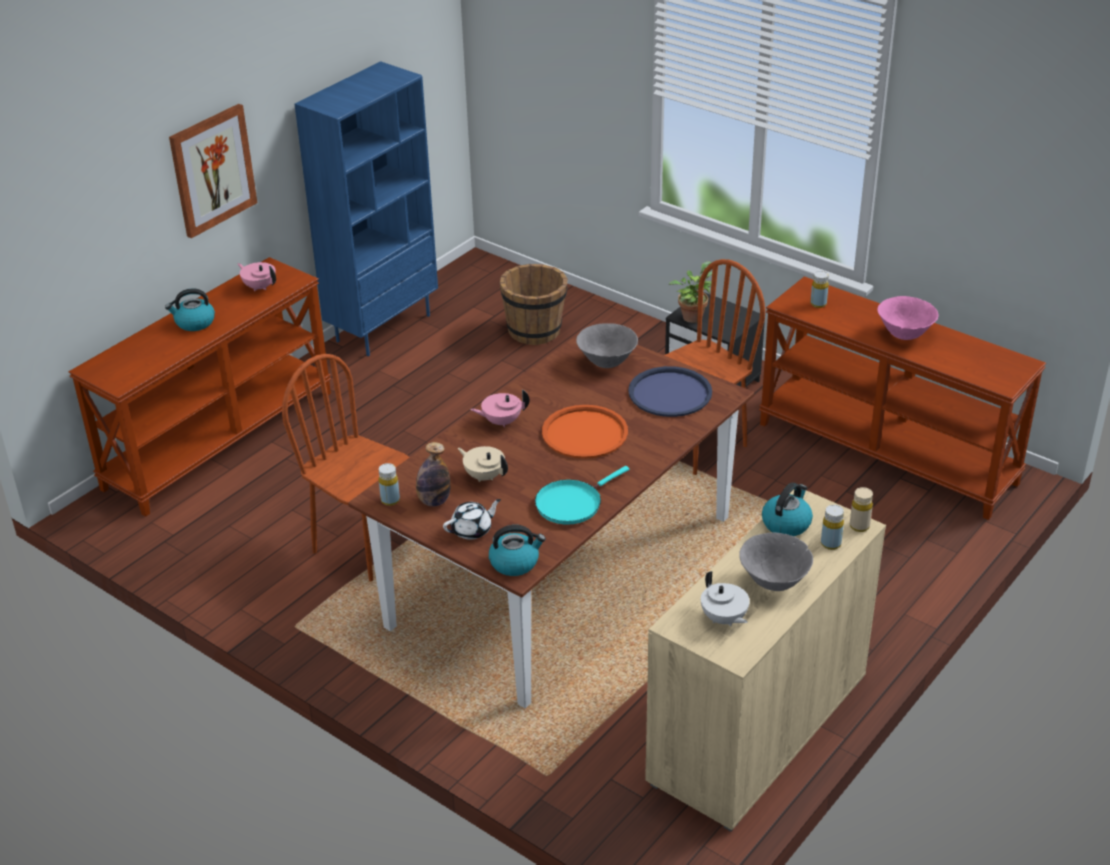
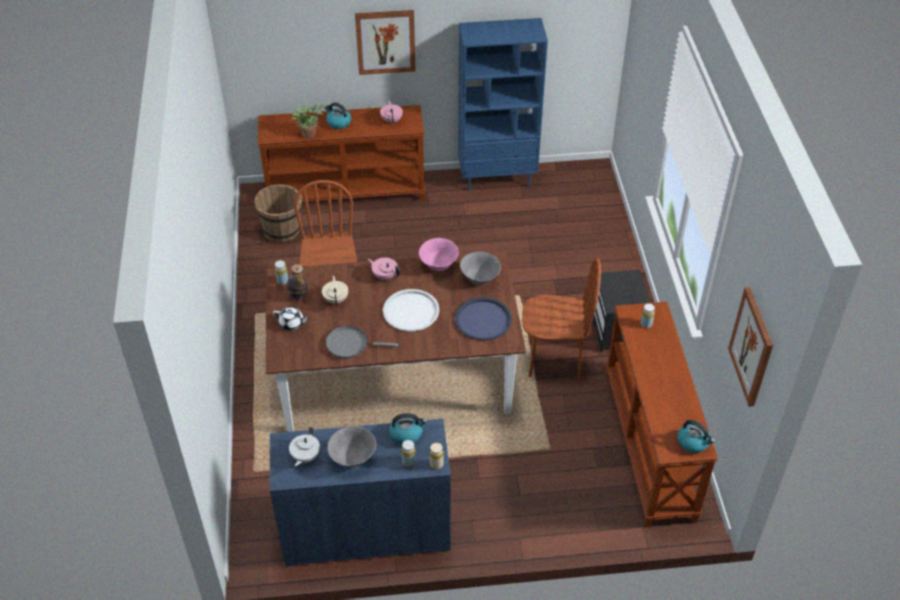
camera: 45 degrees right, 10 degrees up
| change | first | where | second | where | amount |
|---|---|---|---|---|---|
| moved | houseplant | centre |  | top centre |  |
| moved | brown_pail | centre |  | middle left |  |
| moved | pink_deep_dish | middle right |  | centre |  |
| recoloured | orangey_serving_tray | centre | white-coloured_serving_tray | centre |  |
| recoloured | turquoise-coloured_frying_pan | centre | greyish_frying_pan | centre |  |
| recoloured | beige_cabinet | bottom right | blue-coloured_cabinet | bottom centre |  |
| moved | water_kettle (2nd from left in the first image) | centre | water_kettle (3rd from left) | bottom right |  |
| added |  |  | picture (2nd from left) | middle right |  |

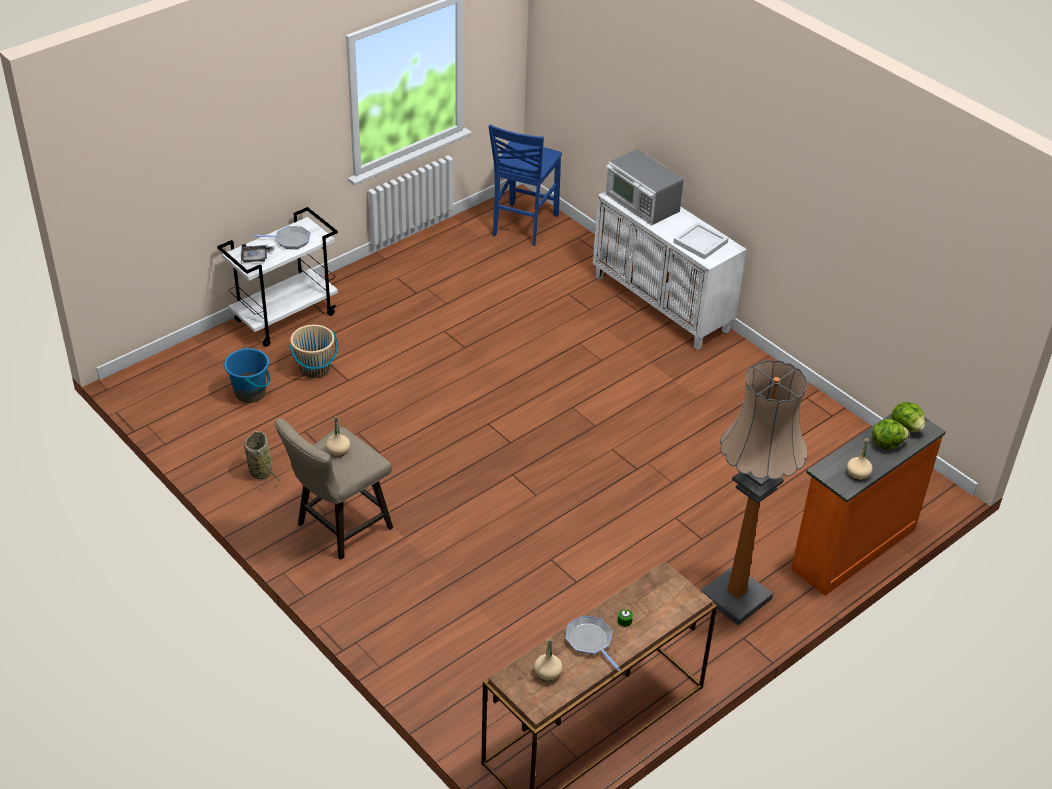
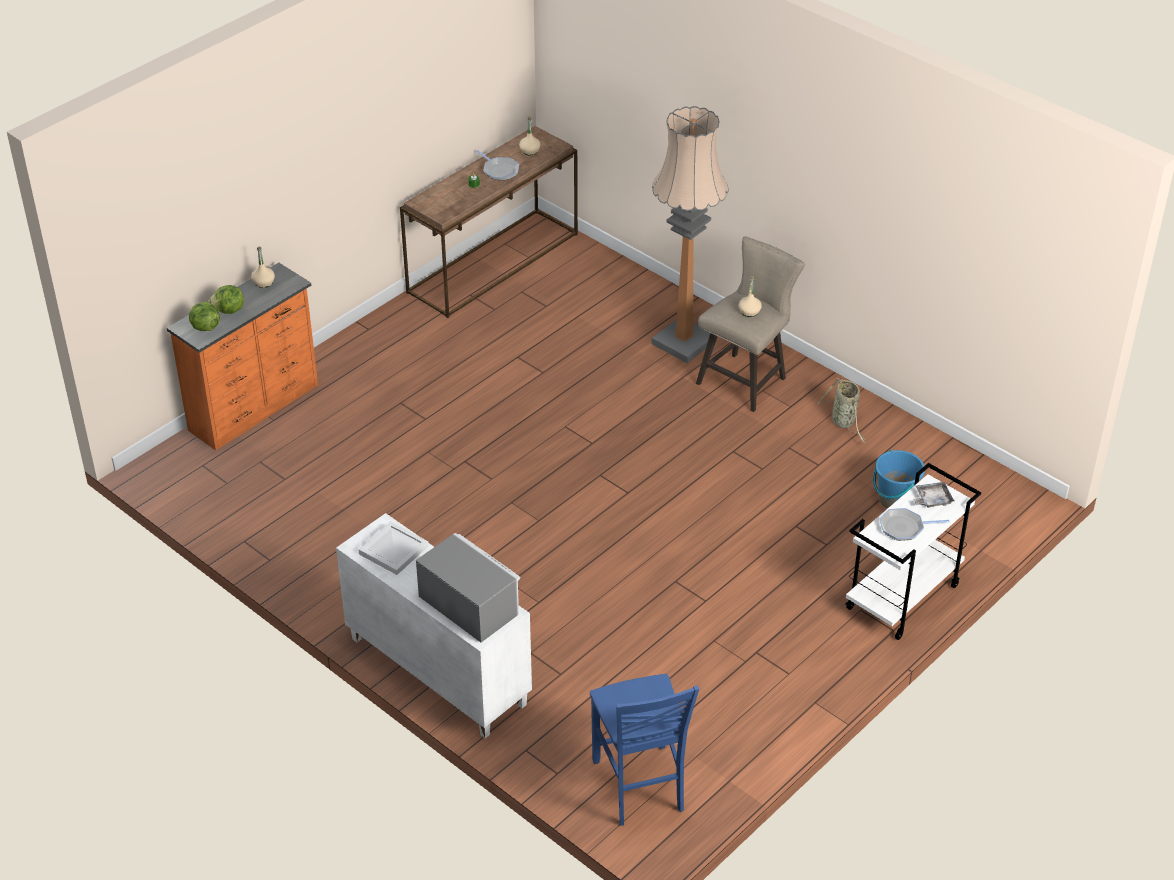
camera: 175 degrees right, 0 degrees up
| change | first | where | second | where | amount |
|---|---|---|---|---|---|
| turned | blue-coloured_upright_chair | top centre |  | bottom centre | 150 degrees clockwise |
| removed | beige_pail | middle left |  |  |  |
| moved | standing_lamp | middle right |  | top centre |  |

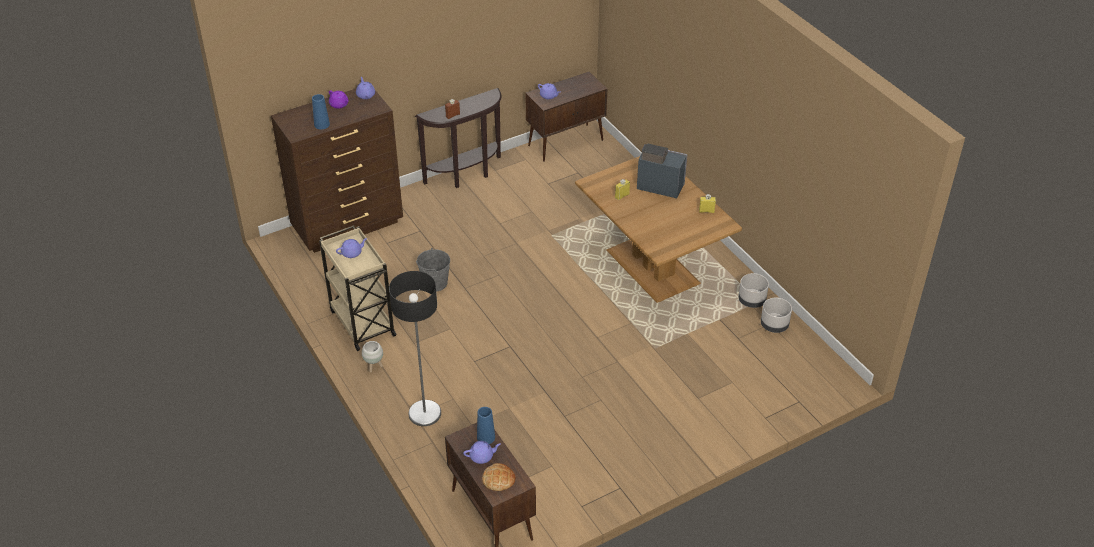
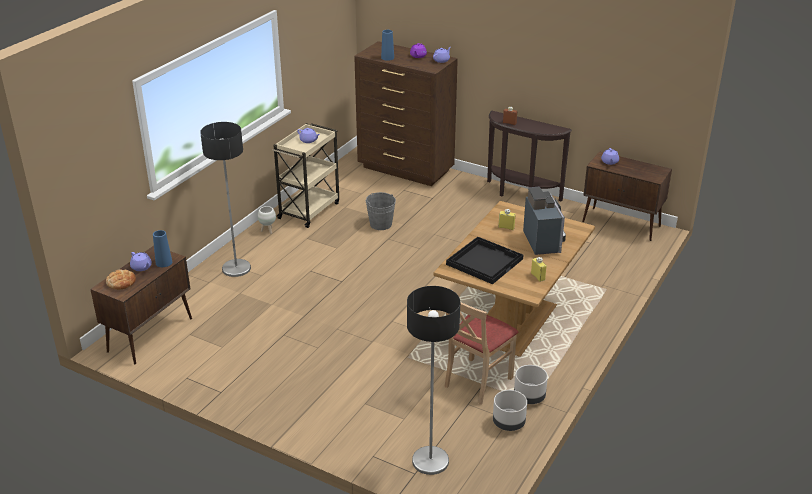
camera: 60 degrees right, 10 degrees down
| change | first | where | second | where | amount |
|---|---|---|---|---|---|
| added |  |  | black-coloured_serving_tray | centre |  |
| added |  |  | standing_lamp (2nd from left) | bottom centre |  |
| added |  |  | beige_upright_chair | bottom centre |  |

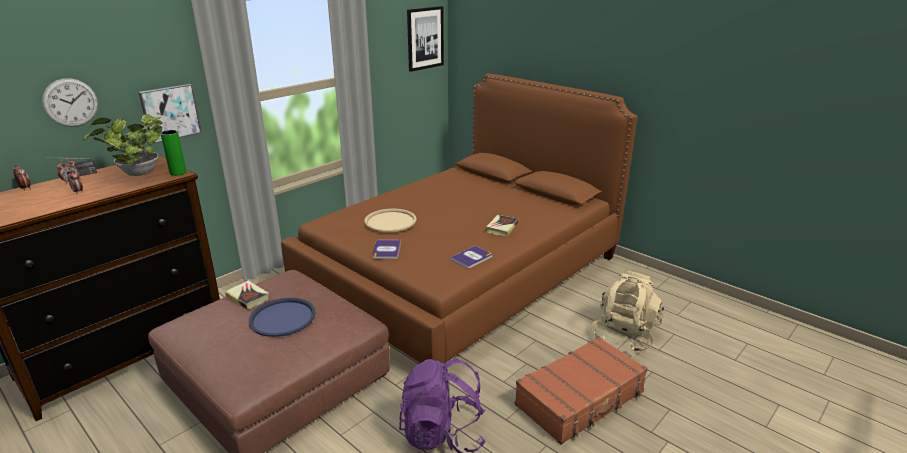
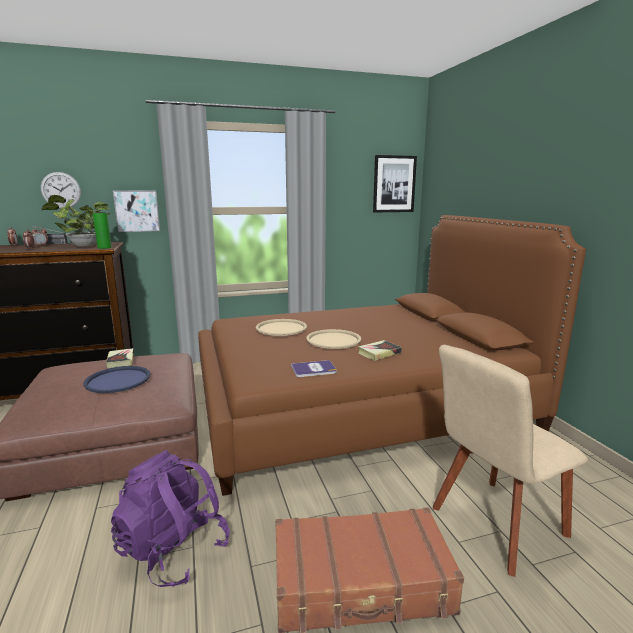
camera: 30 degrees right, 10 degrees down
| change | first | where | second | where | amount |
|---|---|---|---|---|---|
| removed | bound_book (2nd from left) | centre |  |  |  |
| replaced | beige_knapsack | bottom right | beige_upright_chair | bottom right |  |
| added |  |  | beige_serving_tray (2nd from left) | centre |  |

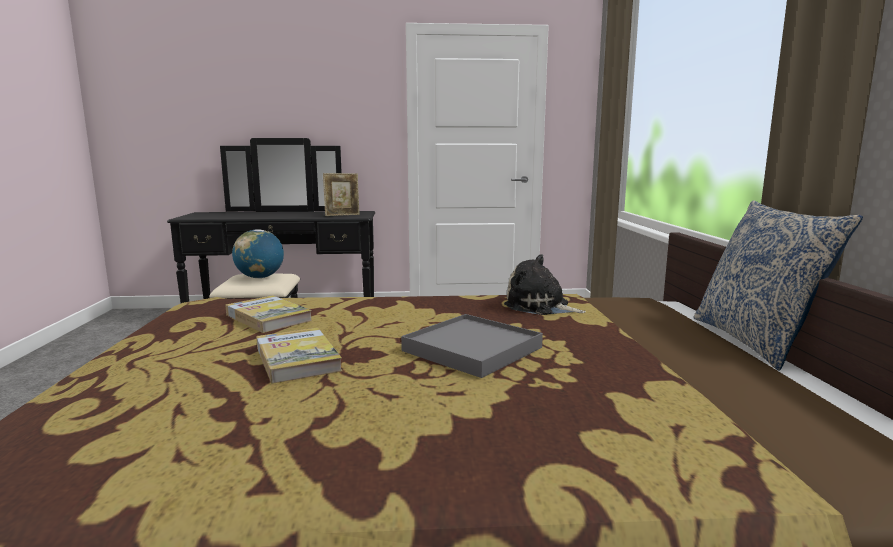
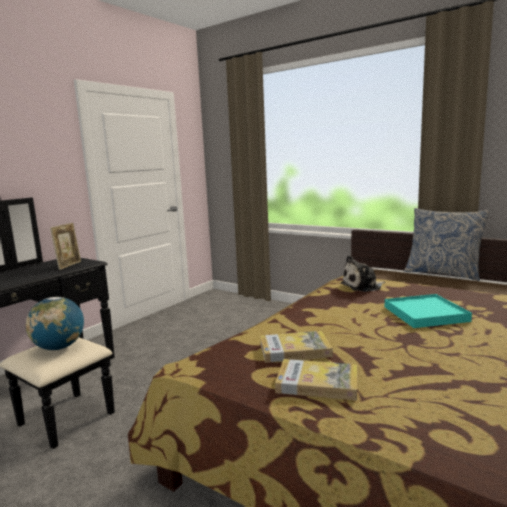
camera: 50 degrees left, 0 degrees up
| change | first | where | second | where | amount |
|---|---|---|---|---|---|
| recoloured | greyish_serving_tray | centre | turquoise-coloured_serving_tray | middle right |  |
| moved | bound_book (2nd from left) | centre |  | bottom centre |  |

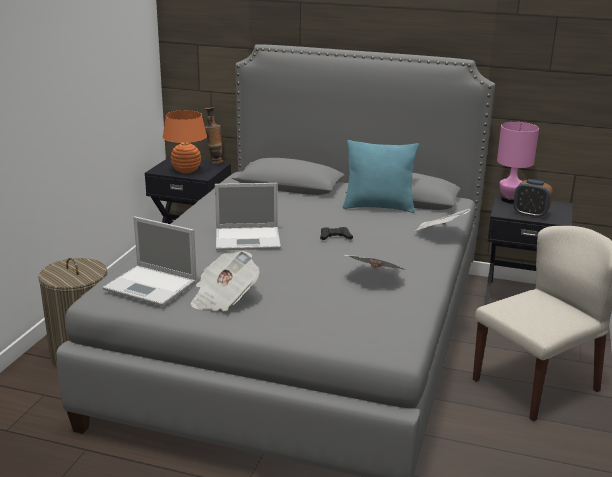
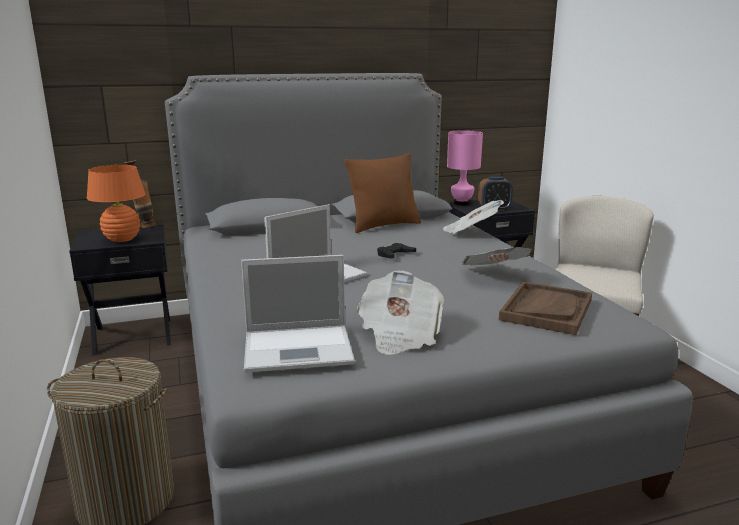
camera: 35 degrees left, 5 degrees down
| change | first | where | second | where | amount |
|---|---|---|---|---|---|
| recoloured | turquoise-coloured_pillow | centre | brown_pillow | centre |  |
| added |  |  | brown_serving_tray | middle right |  |

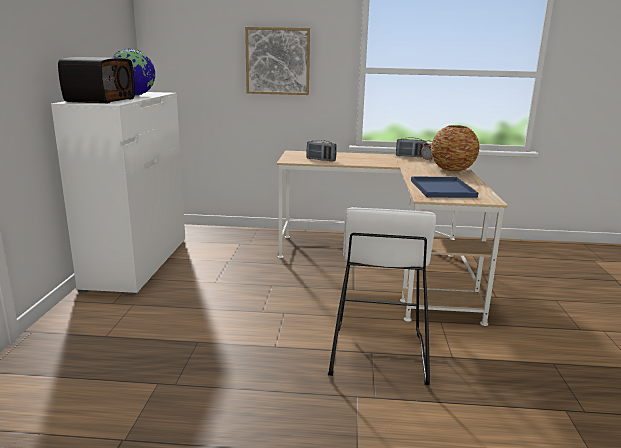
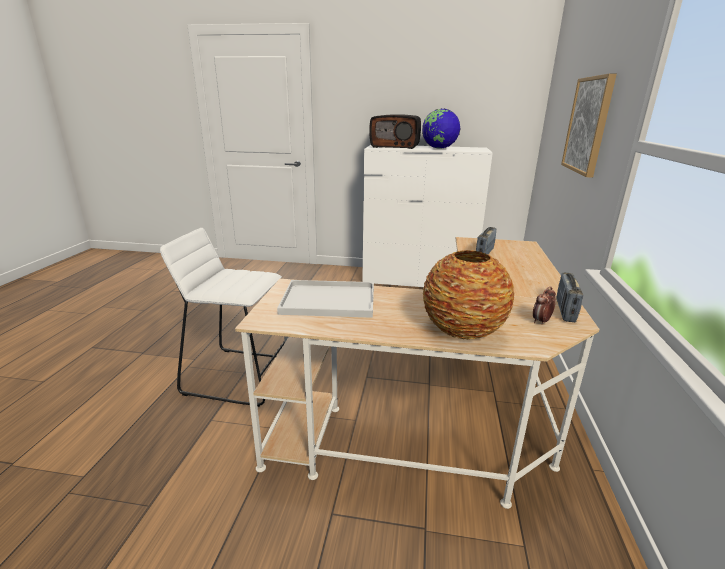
camera: 95 degrees right, 5 degrees up
| change | first | where | second | where | amount |
|---|---|---|---|---|---|
| recoloured | blue-coloured_serving_tray | middle right | white-coloured_serving_tray | centre |  |

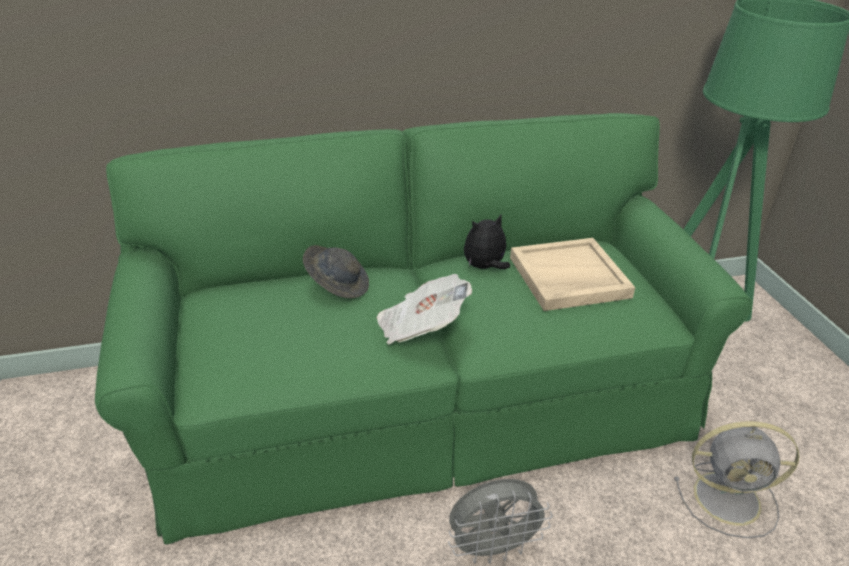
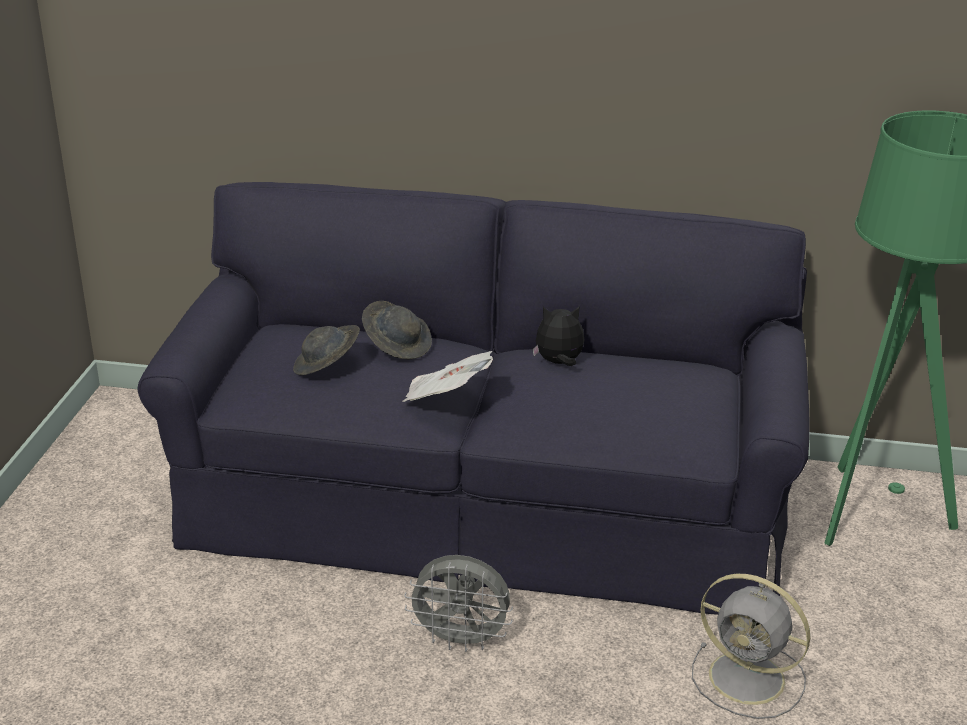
camera: 25 degrees right, 5 degrees down
| change | first | where | second | where | amount |
|---|---|---|---|---|---|
| recoloured | greenish_sofa | centre | black-coloured_sofa | centre |  |
| removed | beige_serving_tray | middle right |  |  |  |
| added |  |  | greyish_clothing_hat (1st from left) | centre |  |

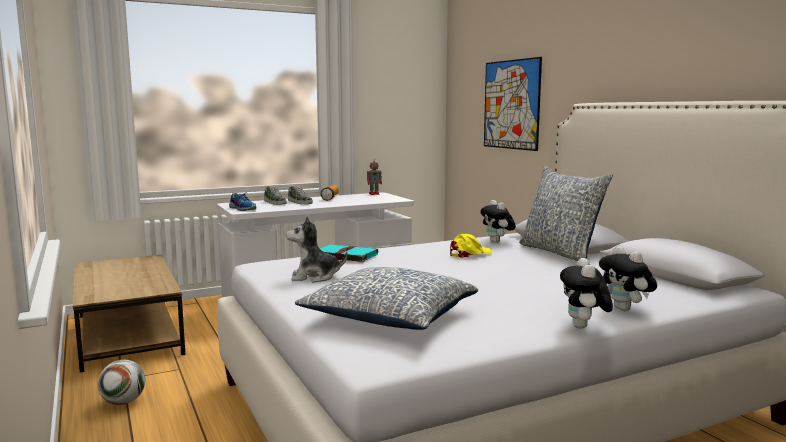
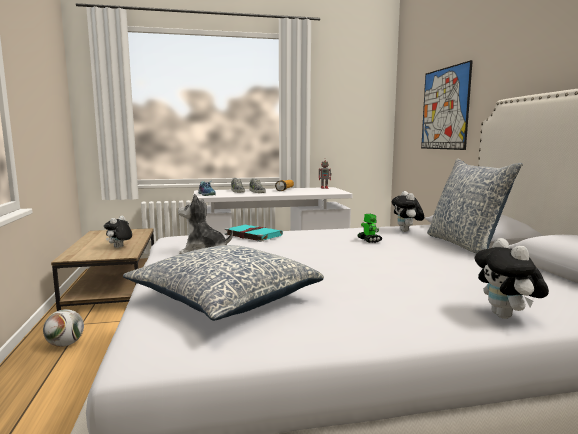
camera: 15 degrees right, 0 degrees up
| change | first | where | second | where | amount |
|---|---|---|---|---|---|
| replaced | yellow_baseball_cap | centre | model_robot (2nd from left) | centre |  |
| moved | cuddly_toy (3rd from left in the first image) | middle right | cuddly_toy (1st from left) | middle left |  |

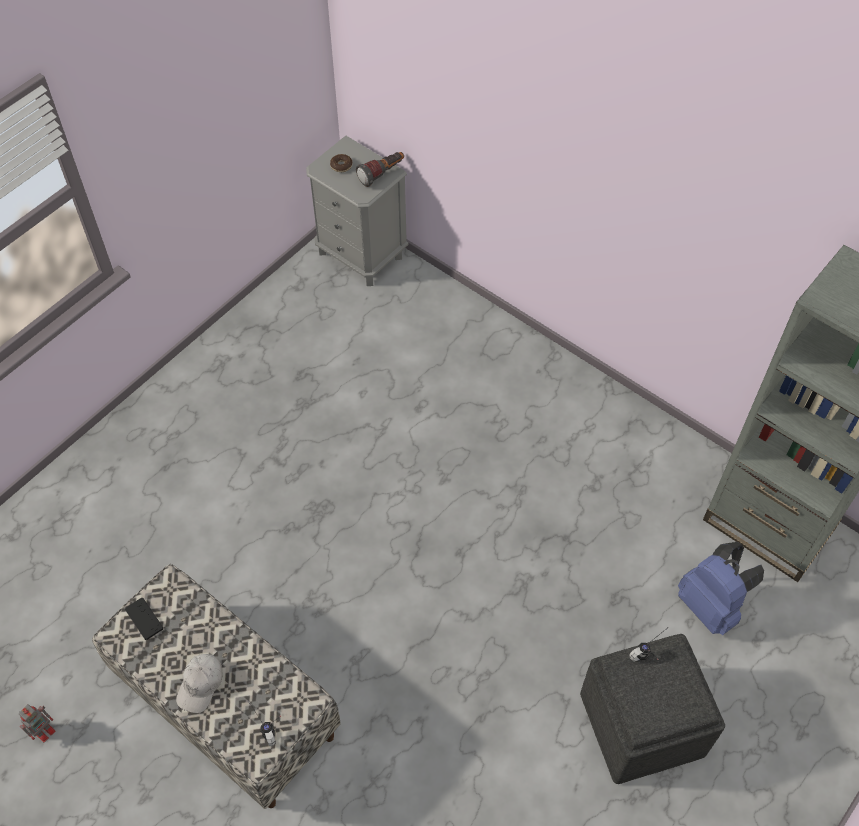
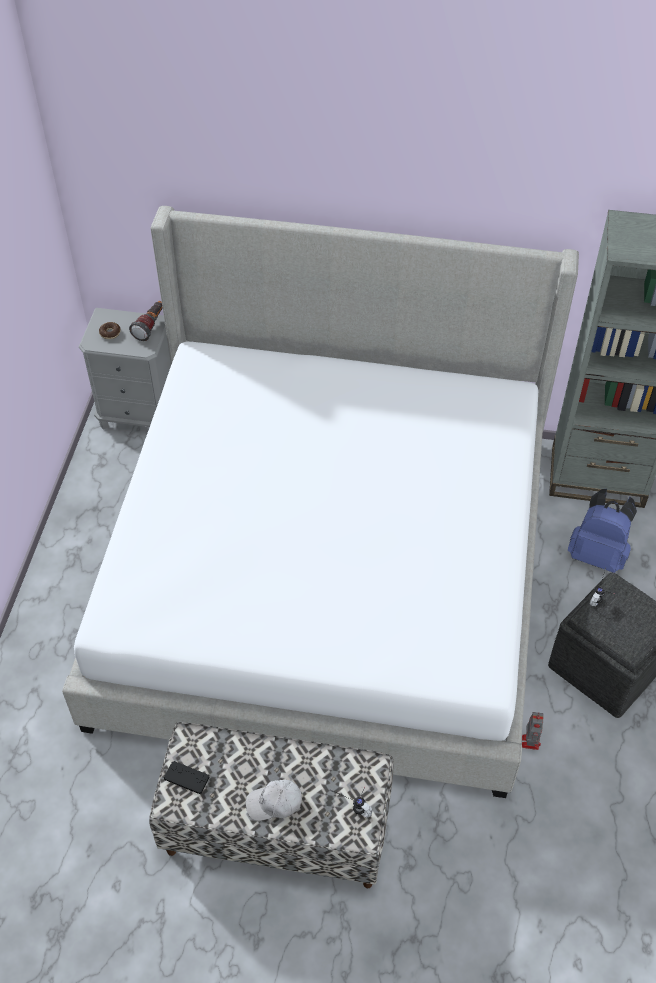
camera: 30 degrees left, 5 degrees down
| change | first | where | second | where | amount |
|---|---|---|---|---|---|
| turned | white-coloured_baseball_cap | bottom left |  | bottom centre | 90 degrees clockwise |
| moved | model_robot | bottom left |  | bottom right |  |
| added |  |  | bed | centre |  |

